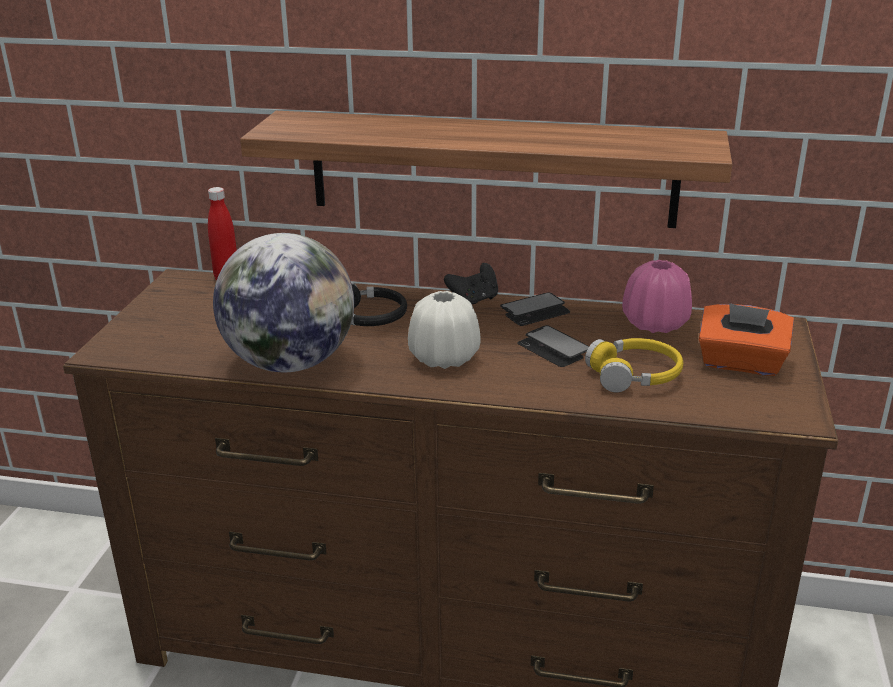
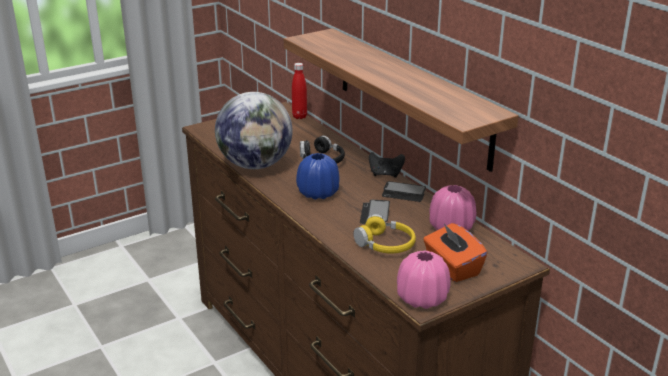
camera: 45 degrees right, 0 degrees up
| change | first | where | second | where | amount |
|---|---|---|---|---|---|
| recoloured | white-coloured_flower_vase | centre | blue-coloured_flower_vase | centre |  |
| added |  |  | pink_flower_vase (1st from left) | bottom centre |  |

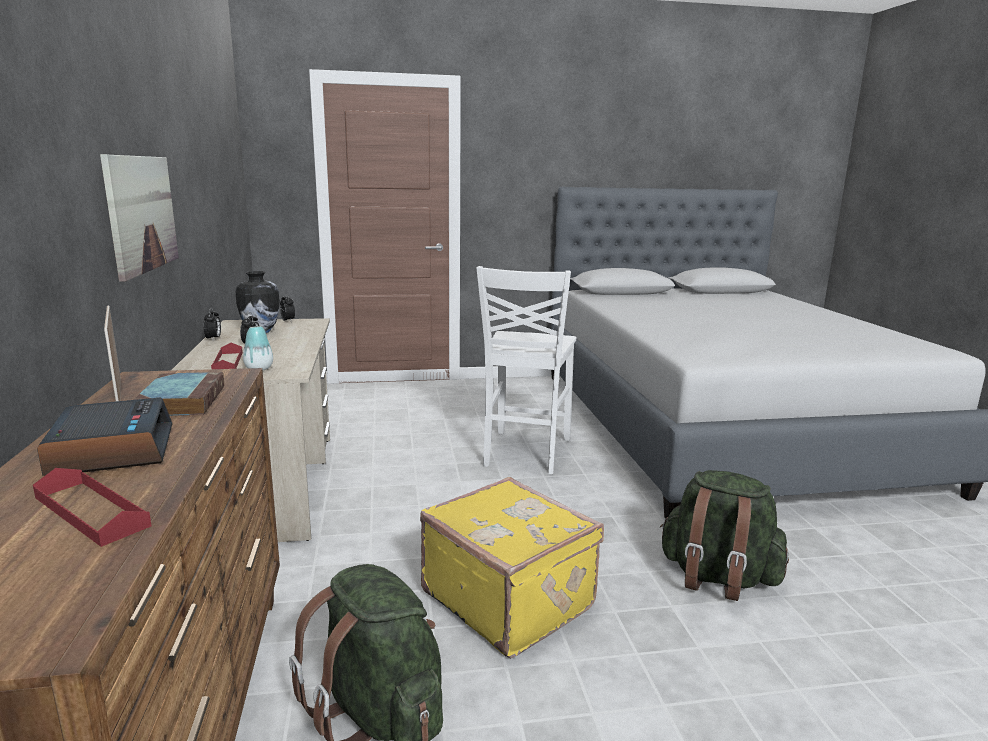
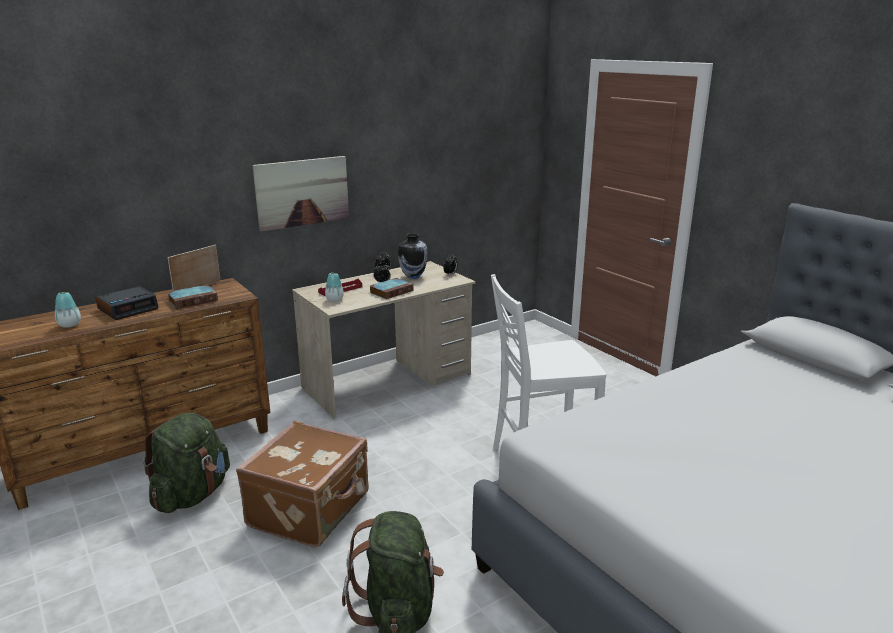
camera: 65 degrees right, 5 degrees up
| change | first | where | second | where | amount |
|---|---|---|---|---|---|
| replaced | red-coloured_serving_tray (1st from left) | bottom left | flower_vase (1st from left) | middle left |  |
| recoloured | yellow_piece_of_luggage | bottom centre | brown_piece_of_luggage | bottom centre |  |
| added |  |  | bound_book (2nd from left) | centre |  |

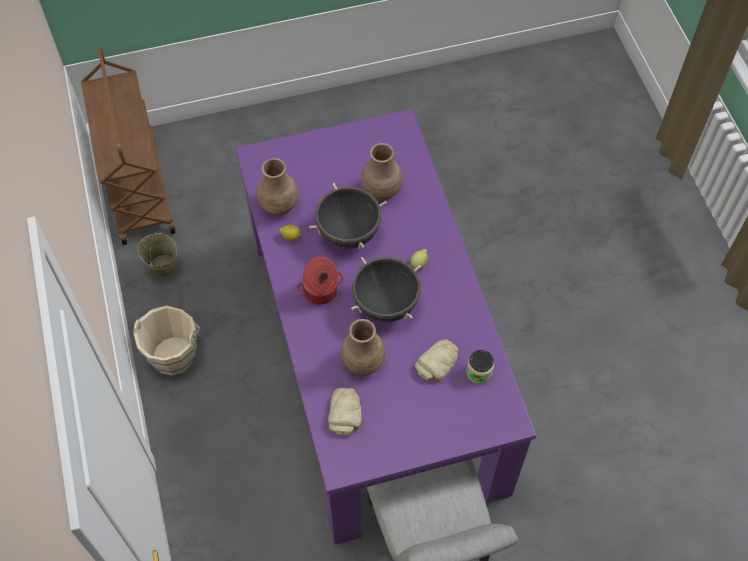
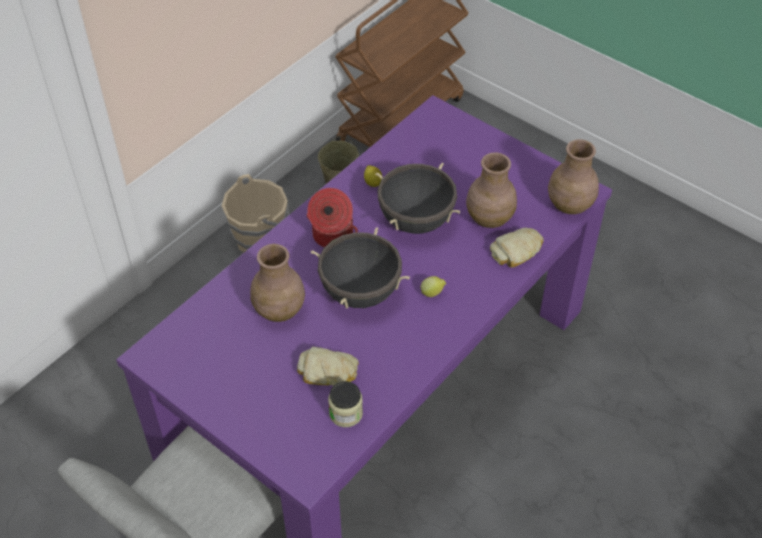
camera: 55 degrees right, 10 degrees down
| change | first | where | second | where | amount |
|---|---|---|---|---|---|
| moved | brown_flower_vase (1st from left in the first image) | top centre | brown_flower_vase (3rd from left) | top right |  |
| moved | bakery_bread (1st from left in the first image) | bottom centre | bakery_bread (2nd from left) | middle right |  |

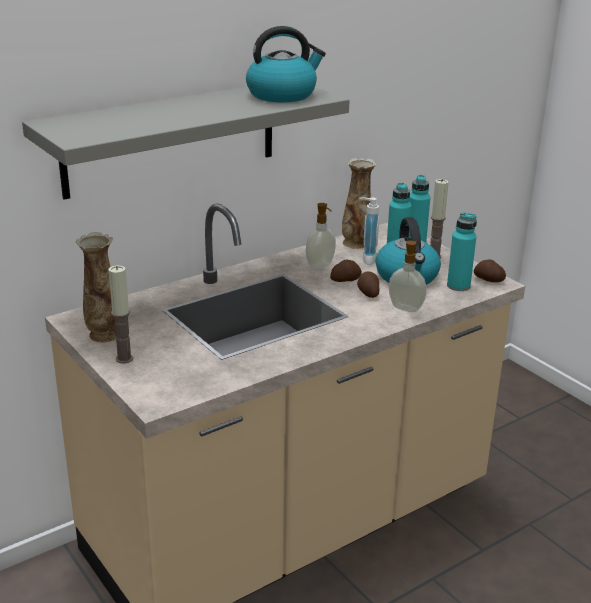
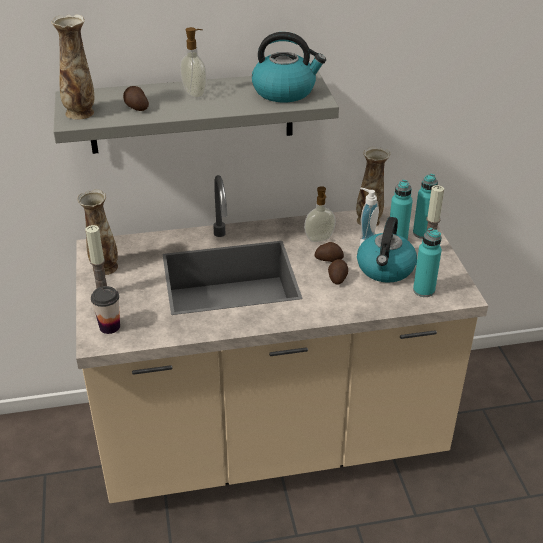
camera: 25 degrees right, 10 degrees up
| change | first | where | second | where | amount |
|---|---|---|---|---|---|
| moved | soap_dispenser (3rd from left in the first image) | middle right | soap_dispenser (1st from left) | top centre |  |
| moved | spud (3rd from left in the first image) | middle right | spud (1st from left) | top left |  |
| added |  |  | flower_vase (1st from left) | top left |  |
| added |  |  | cup | middle left |  |

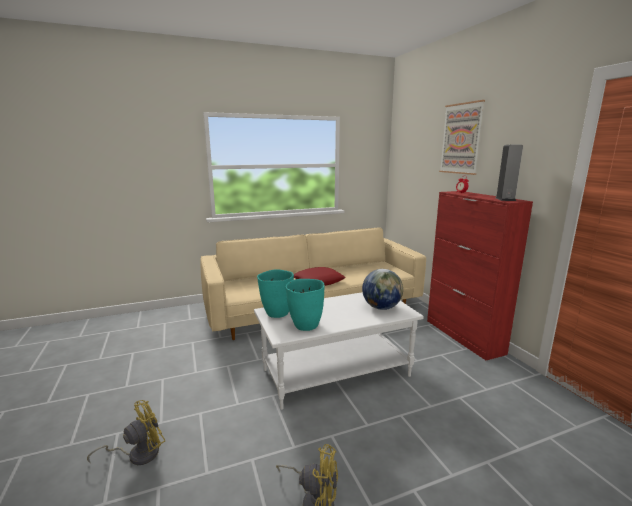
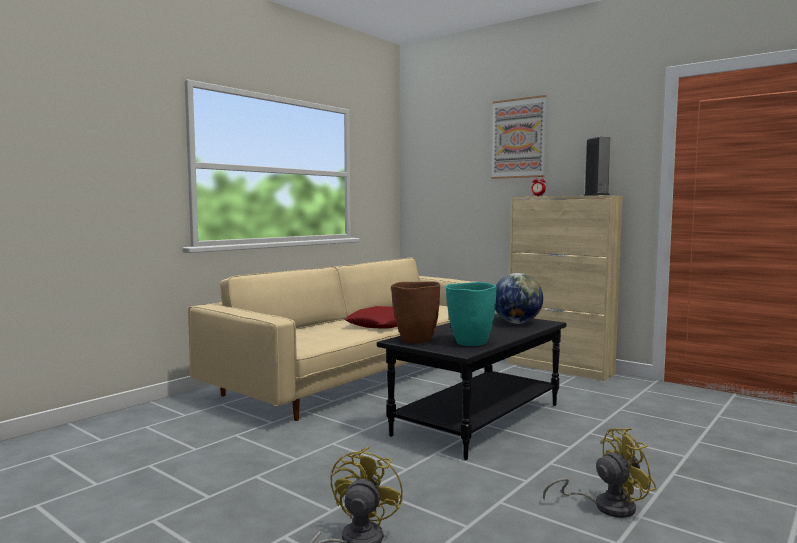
camera: 30 degrees left, 10 degrees down
| change | first | where | second | where | amount |
|---|---|---|---|---|---|
| recoloured | red-coloured_cabinet | middle right | beige_cabinet | middle right |  |
| recoloured | turquoise-coloured_flower_vase (1st from left) | centre | brown_flower_vase | centre |  |
| recoloured | white-coloured_lounge_table | bottom centre | black-coloured_lounge_table | bottom centre |  |

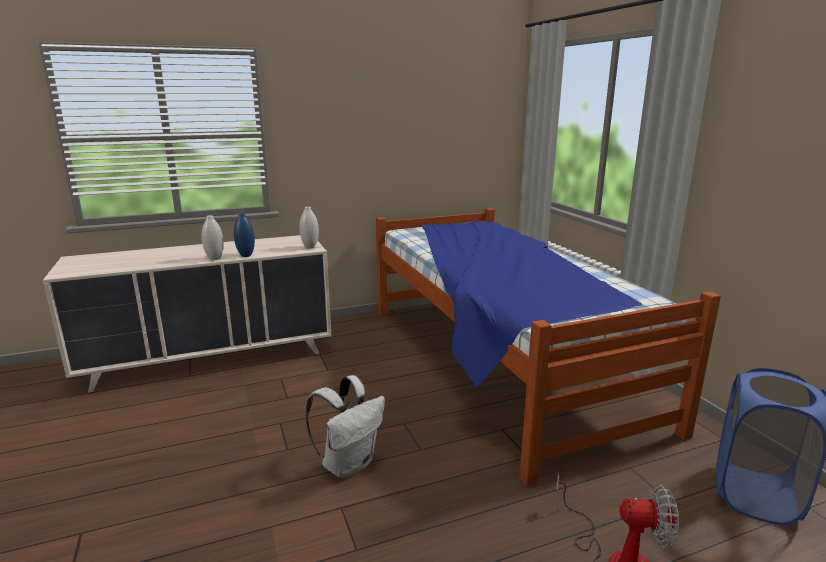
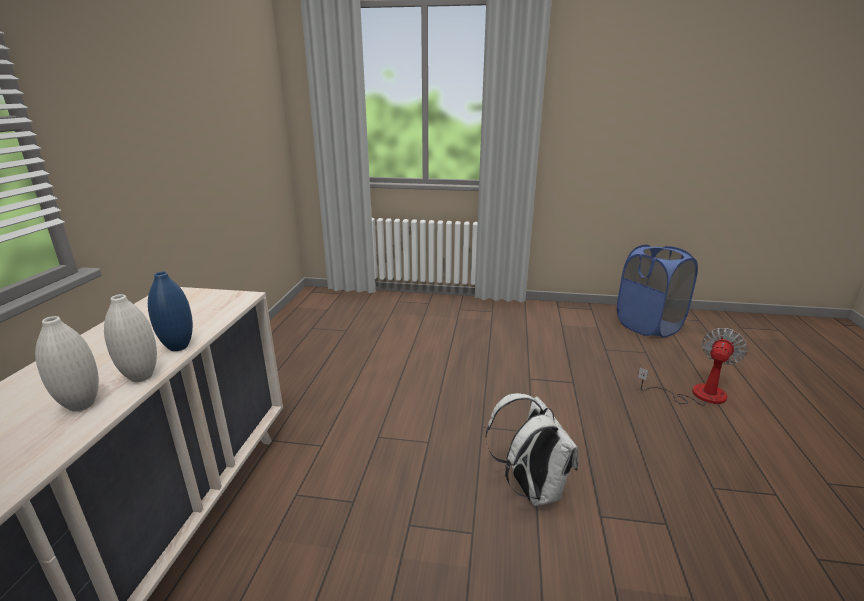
camera: 60 degrees left, 5 degrees up
| change | first | where | second | where | amount |
|---|---|---|---|---|---|
| moved | white-coloured_flower_vase (2nd from left in the first image) | centre | white-coloured_flower_vase (1st from left) | middle left |  |
| removed | bed | centre |  |  |  |

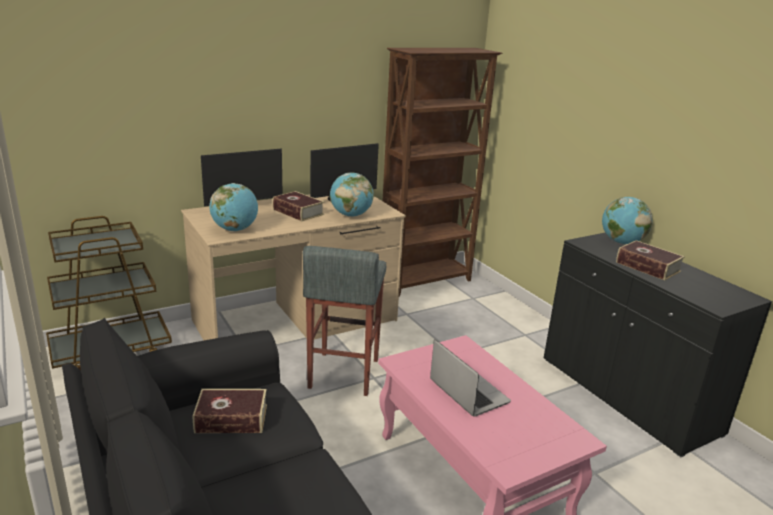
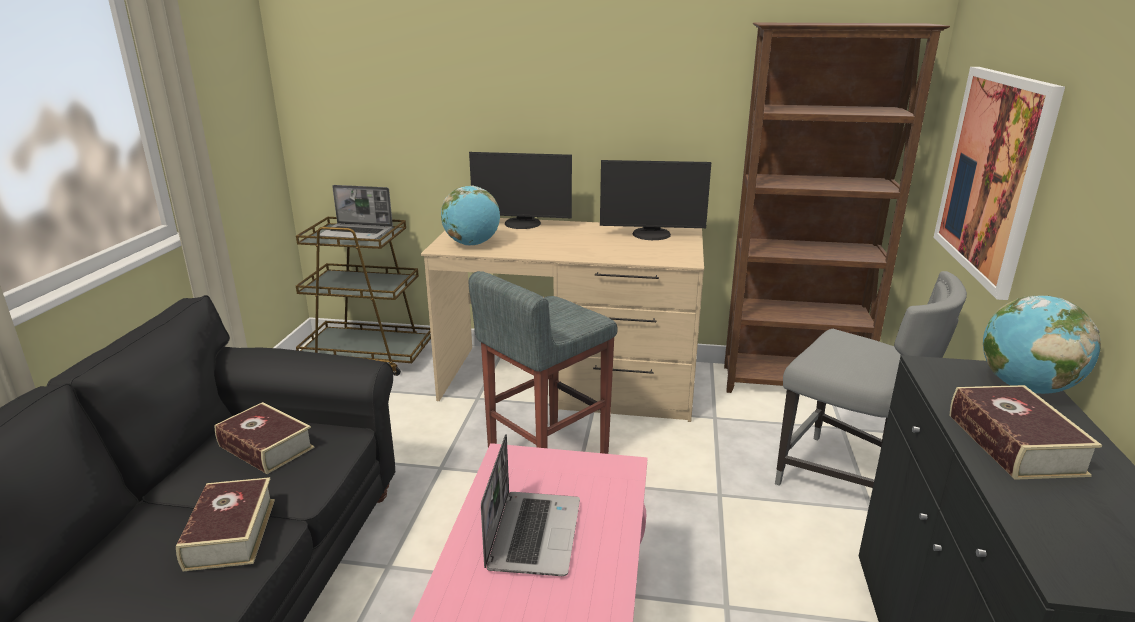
camera: 40 degrees right, 0 degrees up
| change | first | where | second | where | amount |
|---|---|---|---|---|---|
| removed | desk_globe (2nd from left) | centre |  |  |  |
| moved | bound_book (2nd from left in the first image) | centre | bound_book (1st from left) | bottom left |  |
| added |  |  | picture | top right |  |
| added |  |  | portable_computer (1st from left) | middle left |  |
| added |  |  | greyish_upright_chair | middle right |  |

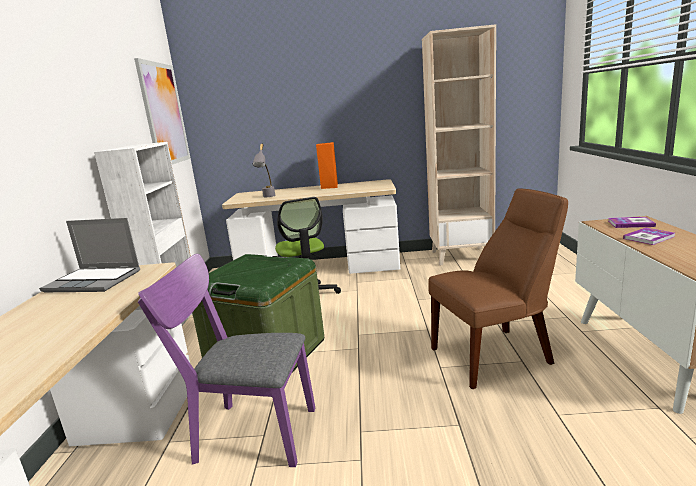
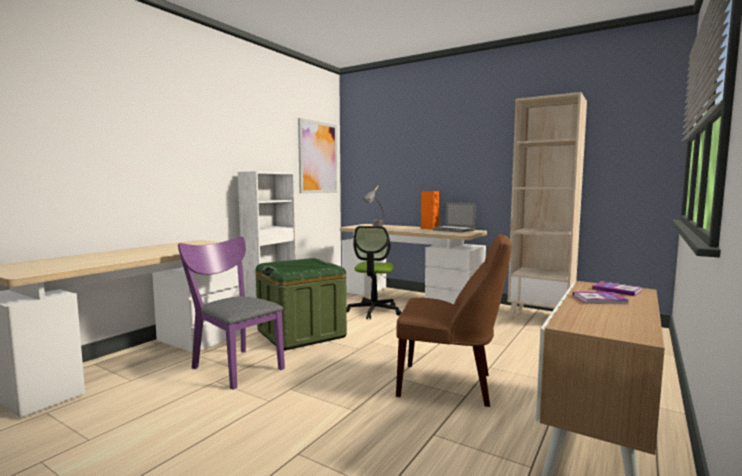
camera: 30 degrees right, 10 degrees down
| change | first | where | second | where | amount |
|---|---|---|---|---|---|
| moved | portable_computer | middle left |  | centre |  |

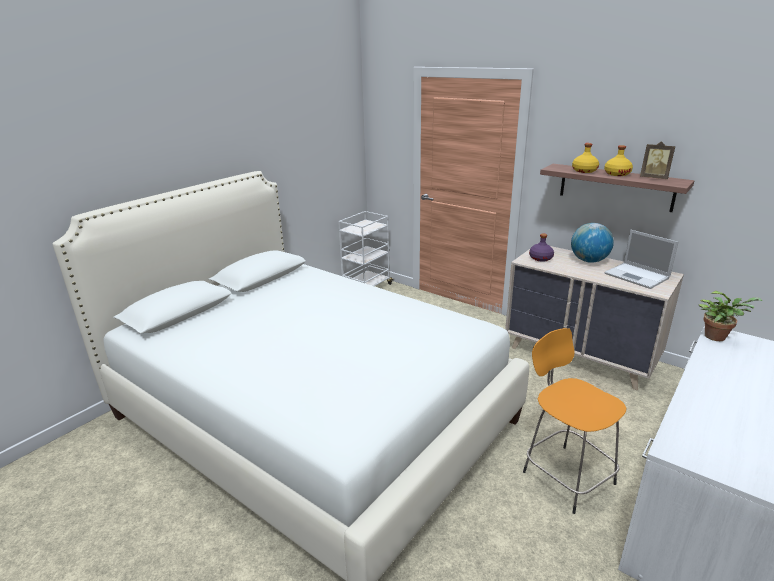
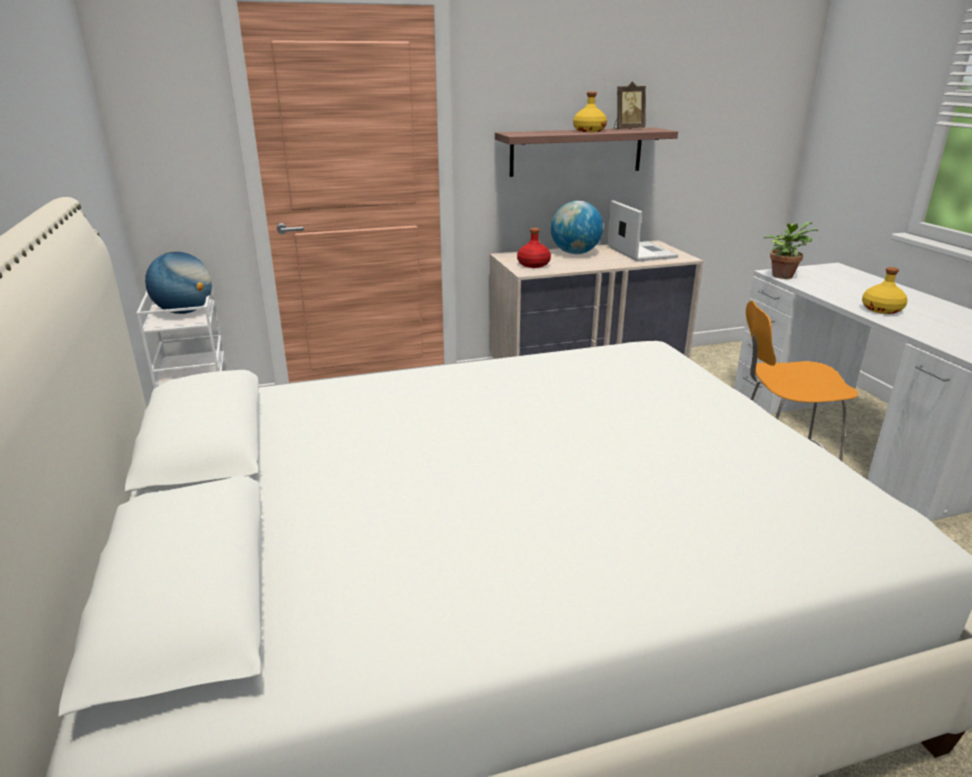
camera: 55 degrees left, 0 degrees up
| change | first | where | second | where | amount |
|---|---|---|---|---|---|
| moved | yellow_drink_bottle (1st from left in the first image) | top right | yellow_drink_bottle (2nd from left) | middle right |  |
| turned | portable_computer | middle right |  | top centre | 105 degrees counterclockwise |
| recoloured | purplish_drink_bottle | middle right | red-coloured_drink_bottle | top centre |  |
| added |  |  | desk_globe (1st from left) | middle left |  |

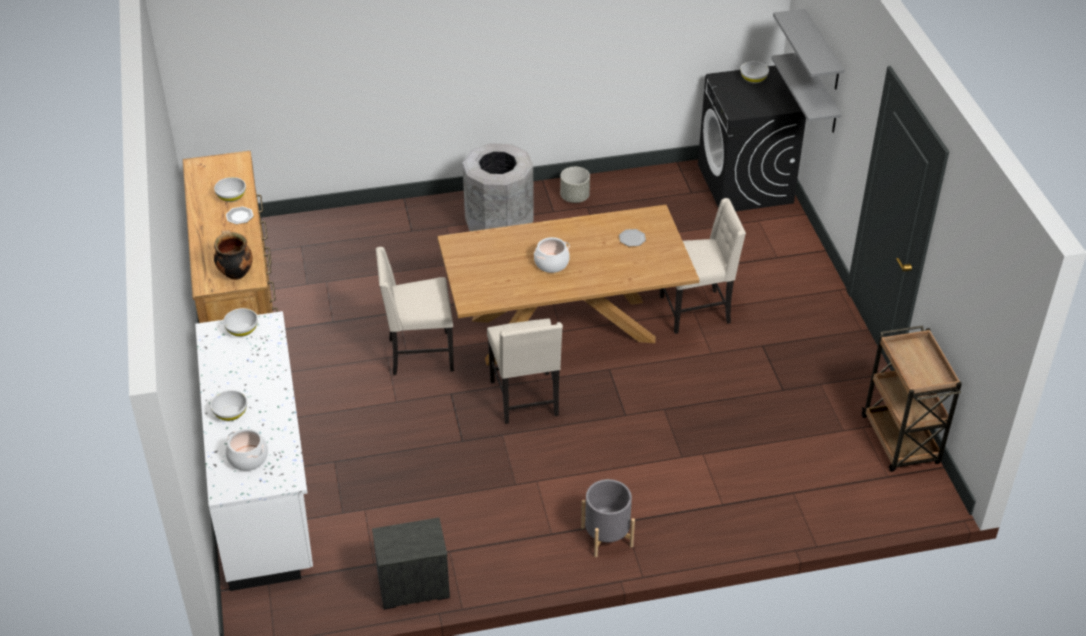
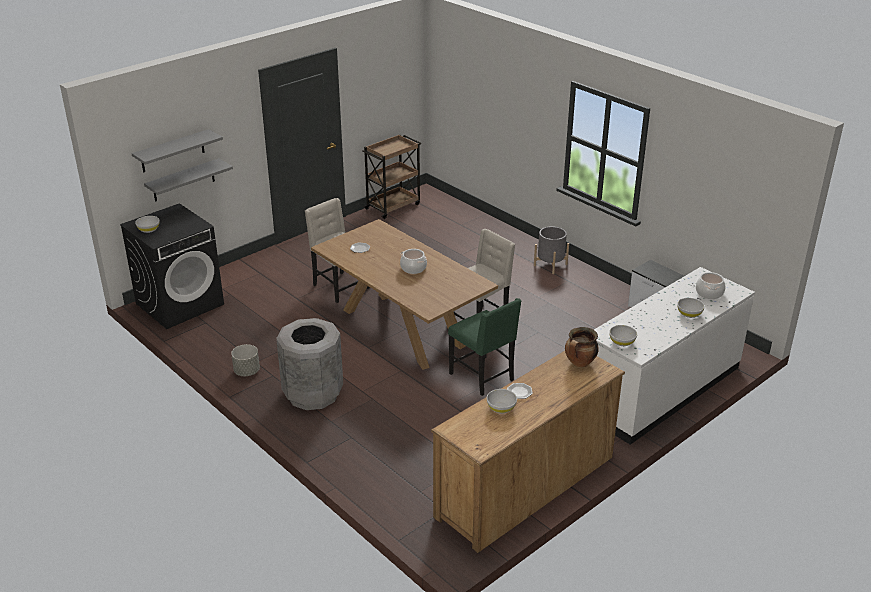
camera: 120 degrees left, 10 degrees down
| change | first | where | second | where | amount |
|---|---|---|---|---|---|
| recoloured | beige_upright_chair (1st from left) | centre | greenish_upright_chair | centre |  |

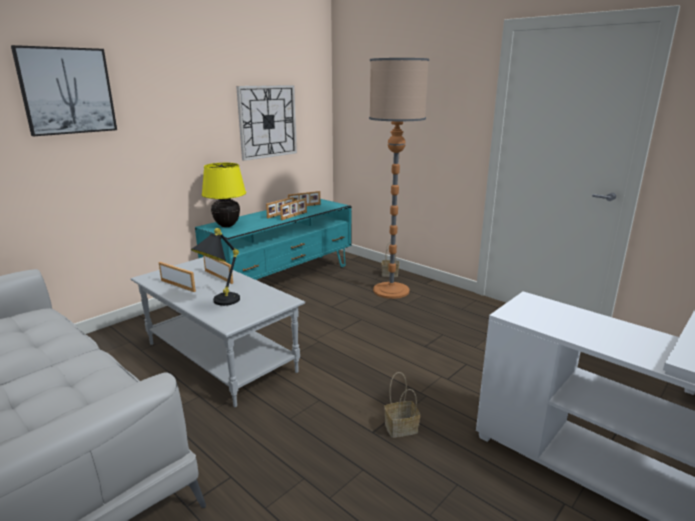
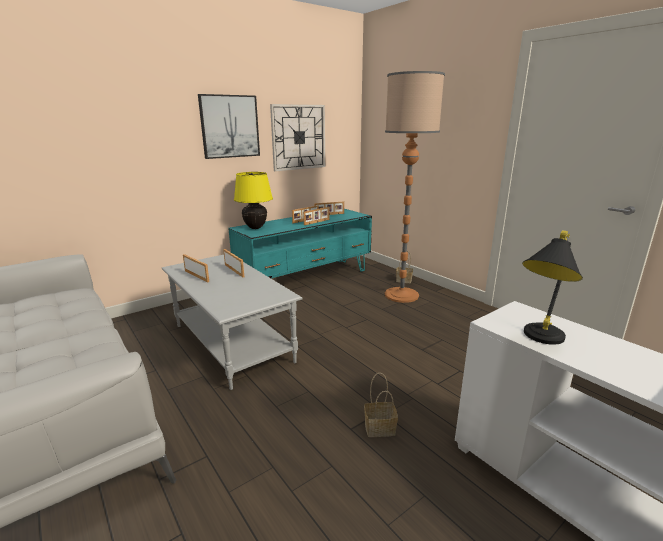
camera: 10 degrees right, 0 degrees up
| change | first | where | second | where | amount |
|---|---|---|---|---|---|
| moved | picture | top left |  | top centre |  |
| moved | black-coloured_table_lamp | middle left |  | middle right |  |

